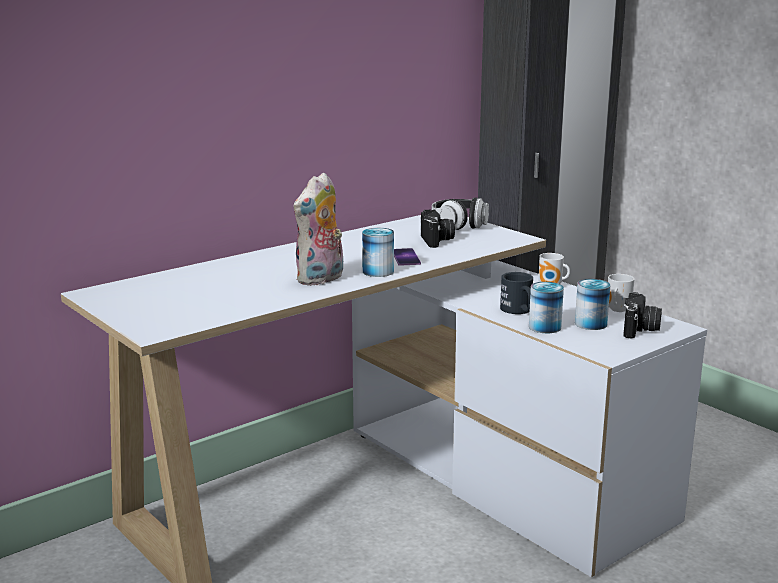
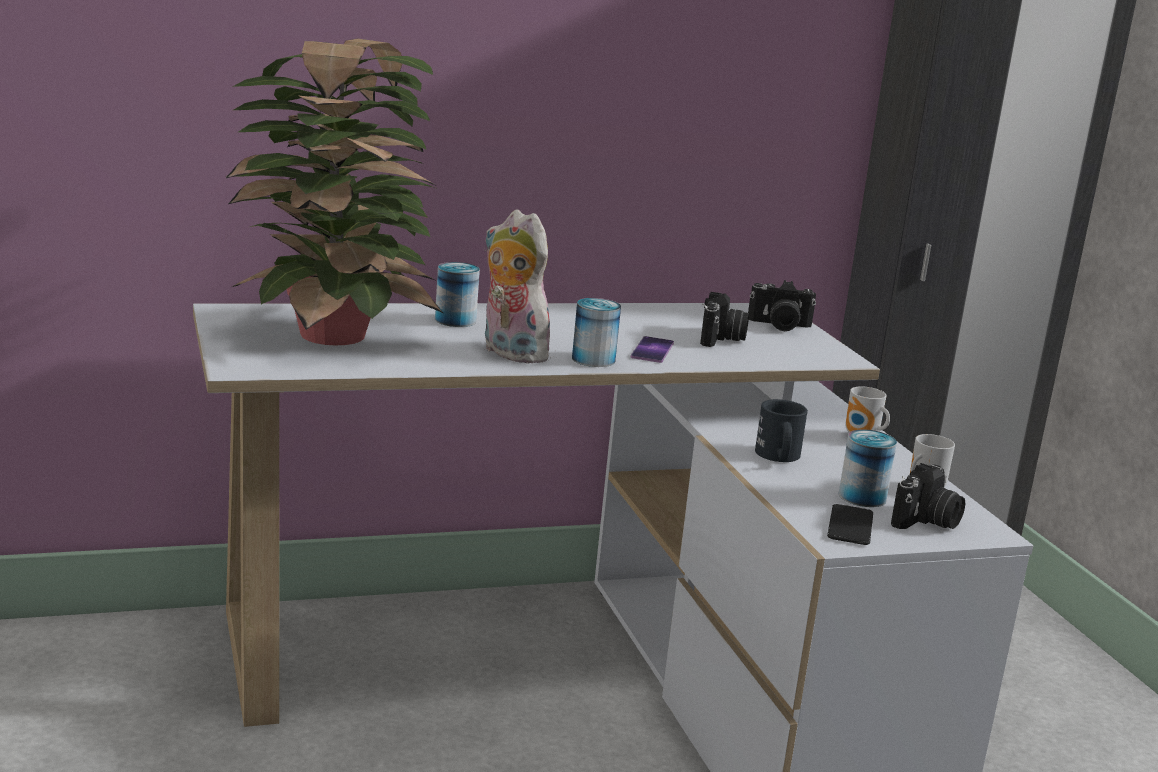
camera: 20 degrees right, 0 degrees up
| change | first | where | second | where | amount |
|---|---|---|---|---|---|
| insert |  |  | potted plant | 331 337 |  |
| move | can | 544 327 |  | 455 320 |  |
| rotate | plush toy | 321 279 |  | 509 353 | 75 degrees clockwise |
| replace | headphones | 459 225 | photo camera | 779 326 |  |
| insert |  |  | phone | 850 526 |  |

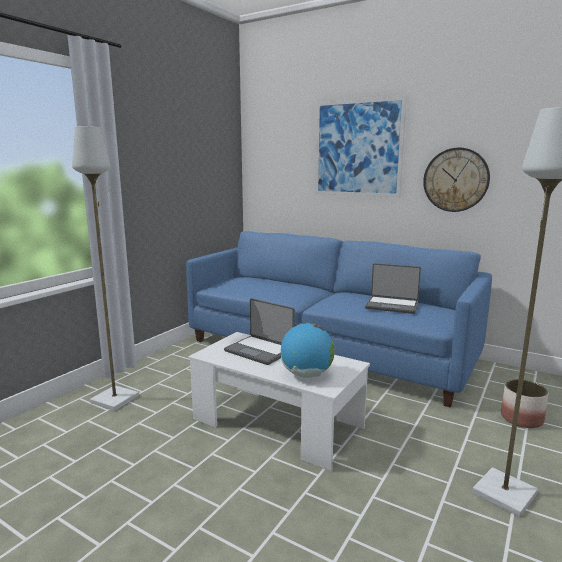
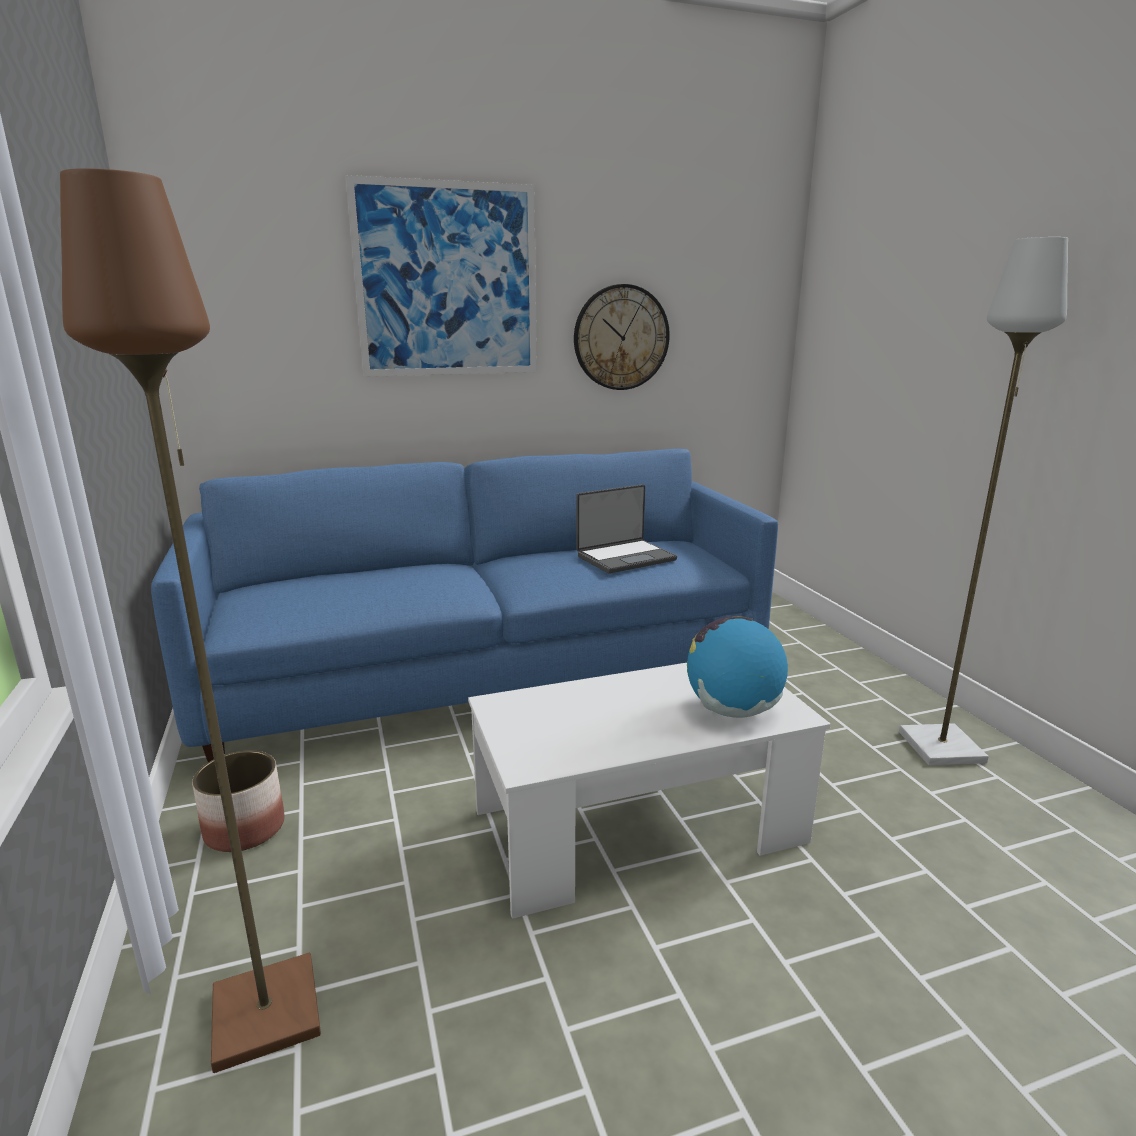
camera: 50 degrees left, 5 degrees up
| change | first | where | second | where | amount |
|---|---|---|---|---|---|
| recolor | grey floor lamp | 116 399 | brown floor lamp | 267 1010 |  |
| move | planter | 522 419 |  | 245 828 |  |
| delete | laptop | 260 350 |  |  |  |

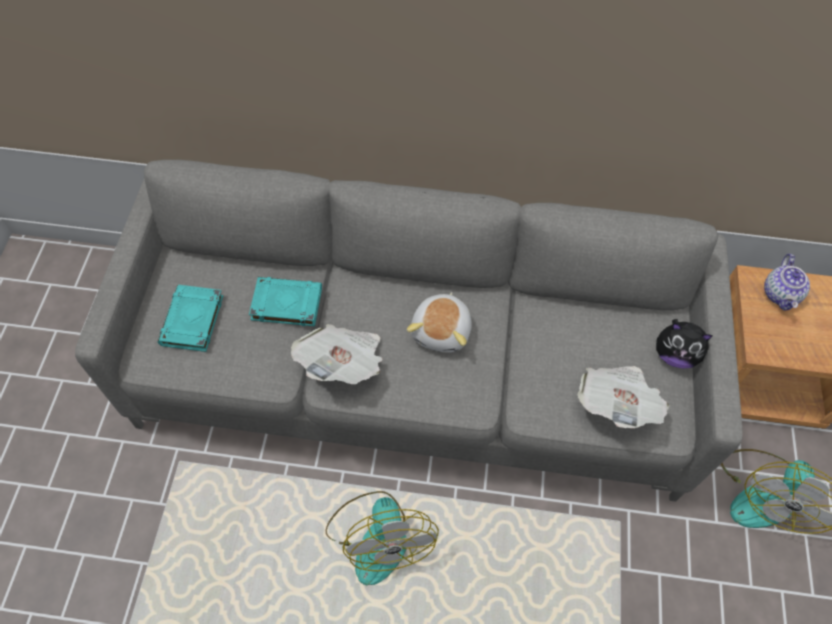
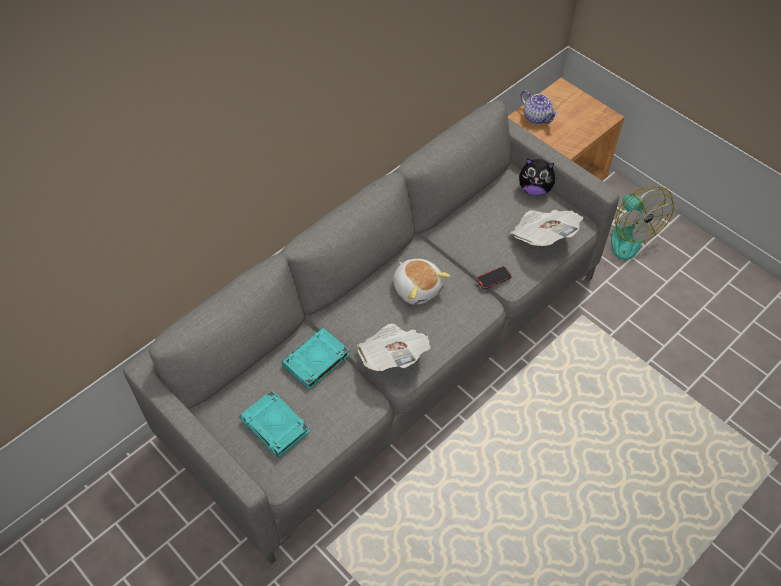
camera: 50 degrees left, 5 degrees down
| change | first | where | second | where | amount |
|---|---|---|---|---|---|
| insert |  |  | phone | 493 278 |  |
| rotate | plush toy | 674 355 |  | 535 189 | 45 degrees clockwise |
| delete | fan | 378 537 |  |  |  |

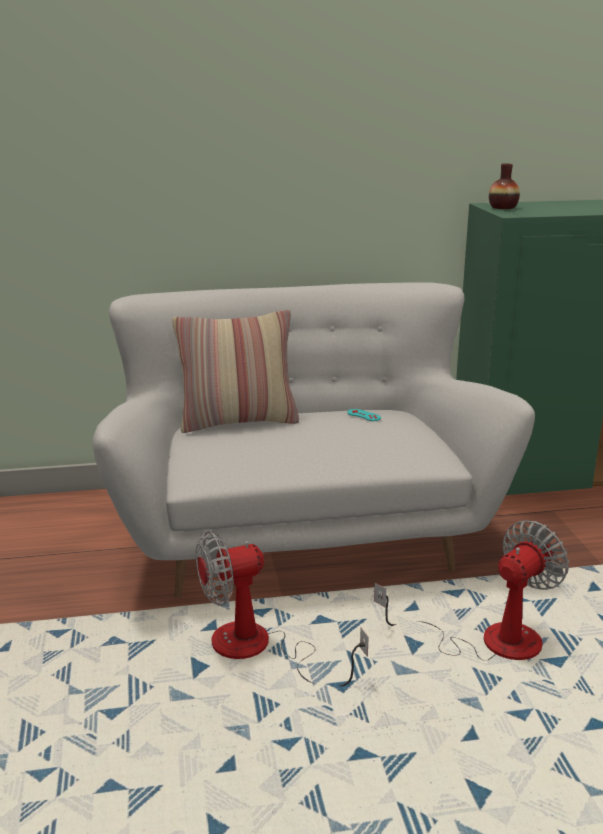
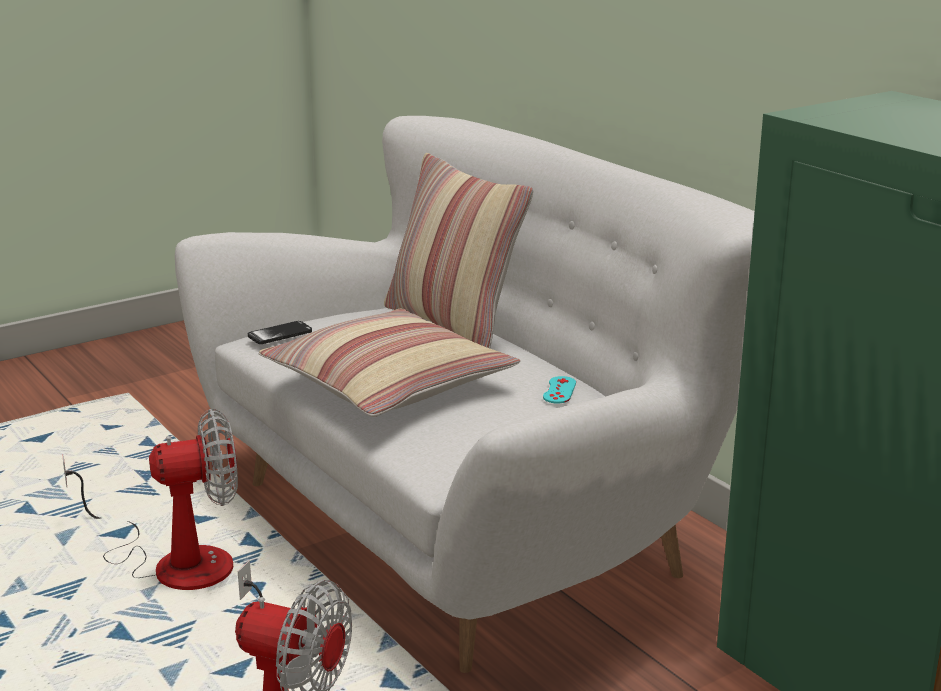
camera: 65 degrees right, 0 degrees up
| change | first | where | second | where | amount |
|---|---|---|---|---|---|
| rotate | fan | 259 649 |  | 173 562 | 120 degrees clockwise |
| insert |  |  | phone | 280 334 |  |
| insert |  |  | pillow | 389 384 |  |
| delete | vase | 503 207 |  |  |  |

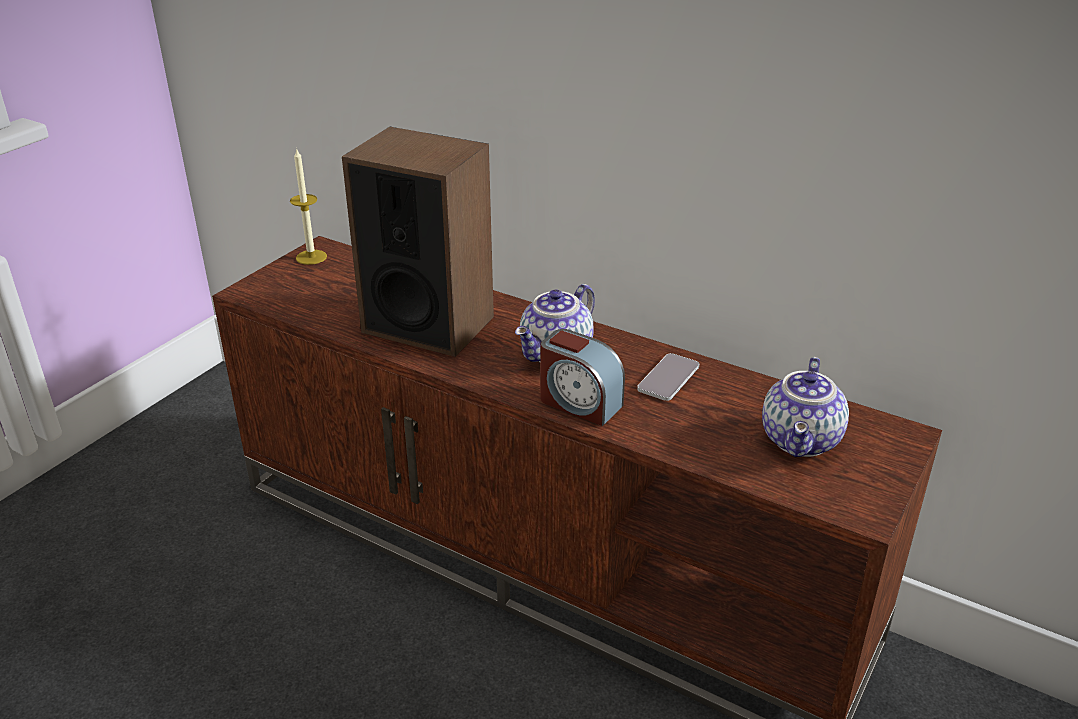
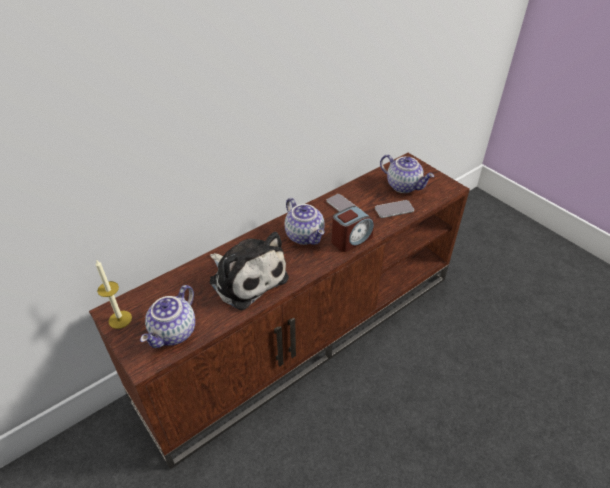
camera: 70 degrees left, 10 degrees up
| change | first | where | second | where | amount |
|---|---|---|---|---|---|
| insert |  |  | teapot | 174 333 |  |
| replace | speaker | 428 324 | plush toy | 246 277 |  |
| insert |  |  | phone | 394 209 |  |

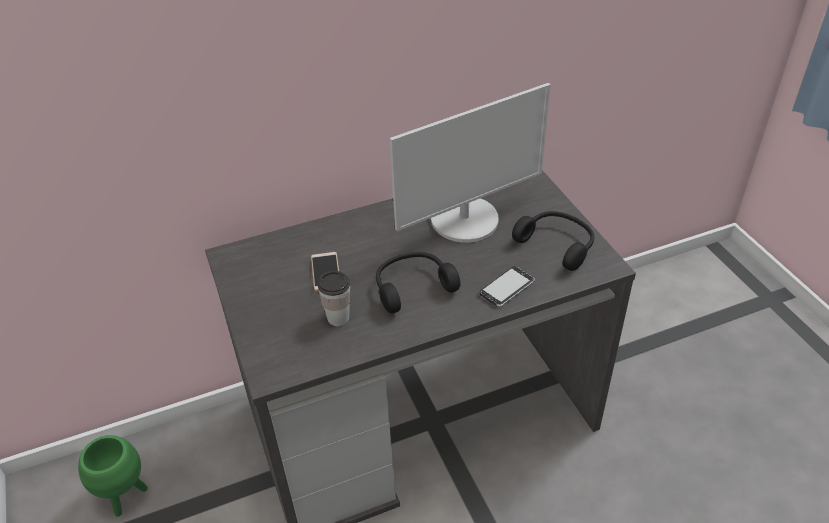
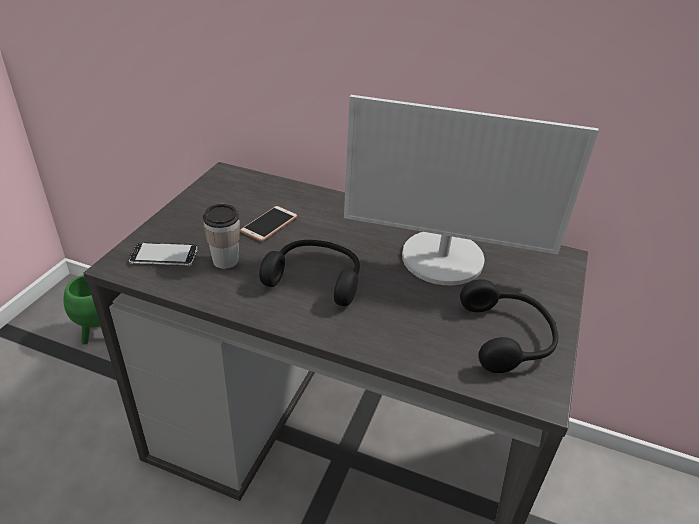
camera: 40 degrees right, 5 degrees down
| change | first | where | second | where | amount |
|---|---|---|---|---|---|
| move | phone | 507 288 |  | 164 256 |  |

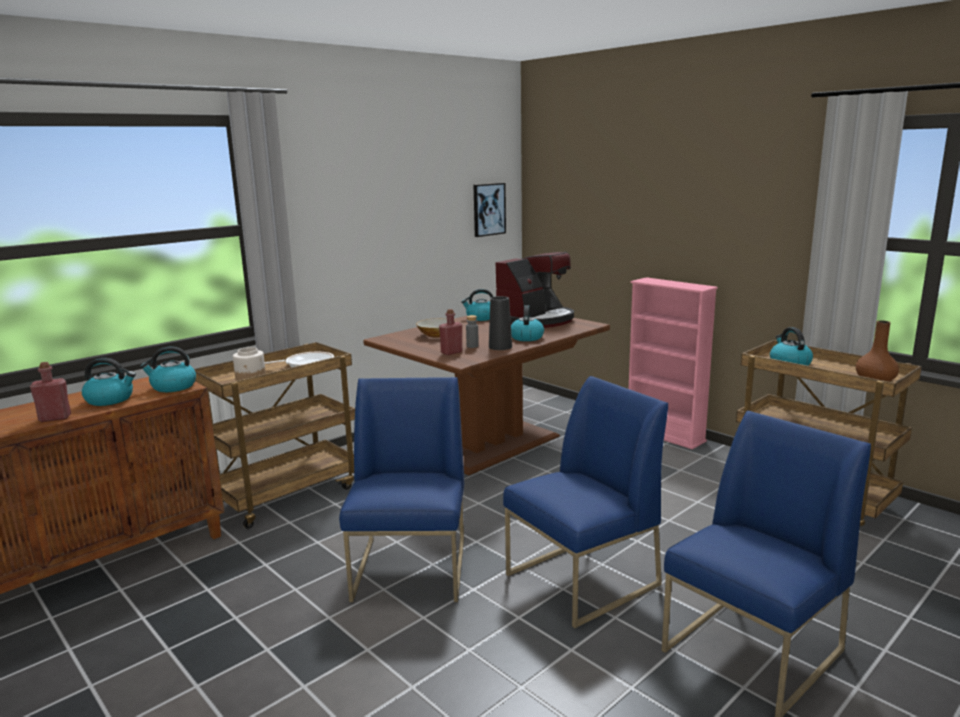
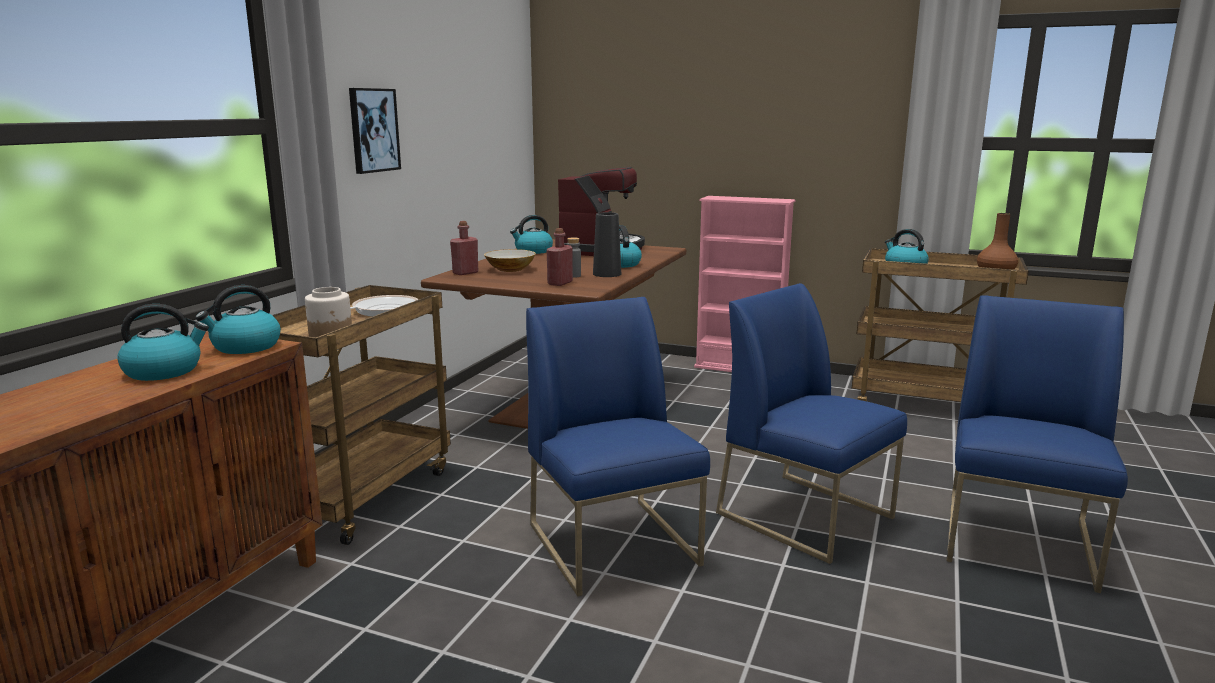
camera: 25 degrees left, 0 degrees up
| change | first | where | second | where | amount |
|---|---|---|---|---|---|
| move | picture | 488 209 |  | 373 130 |  |
| move | red bottle | 55 418 |  | 465 273 |  |
| rotate | blue chair | 582 580 |  | 806 515 | 75 degrees counterclockwise |

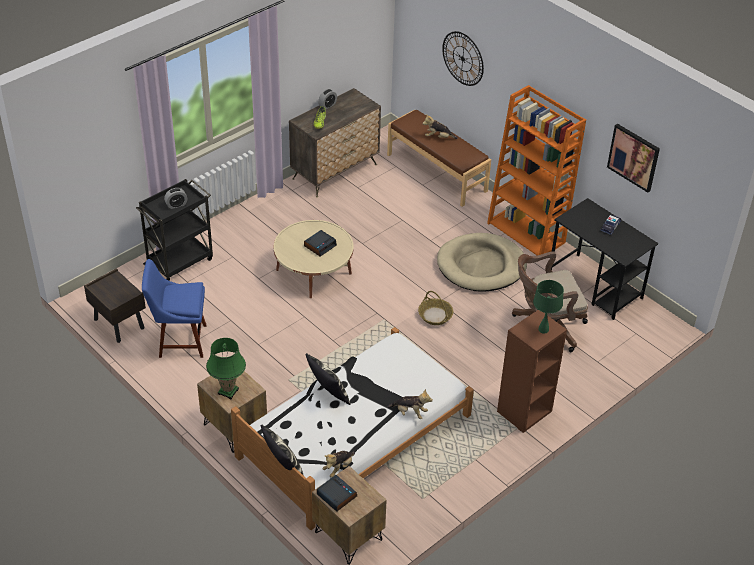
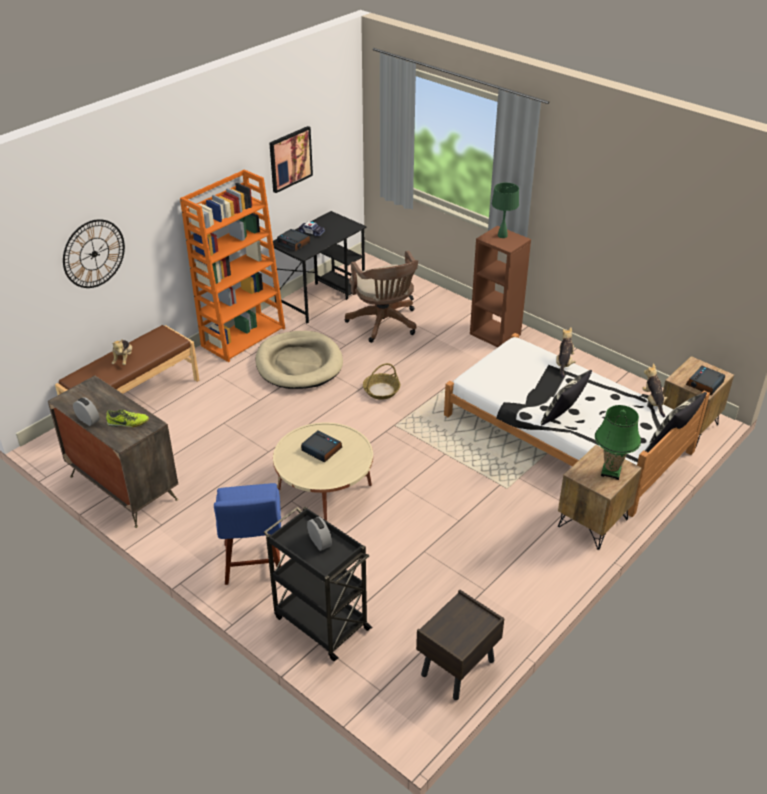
camera: 95 degrees left, 5 degrees down
| change | first | where | second | where | amount |
|---|---|---|---|---|---|
| move | blue chair | 179 341 |  | 253 564 |  |
| insert |  |  | alarm clock | 294 243 |  |
| rotate | plush toy | 338 467 |  | 653 402 | 135 degrees counterclockwise |

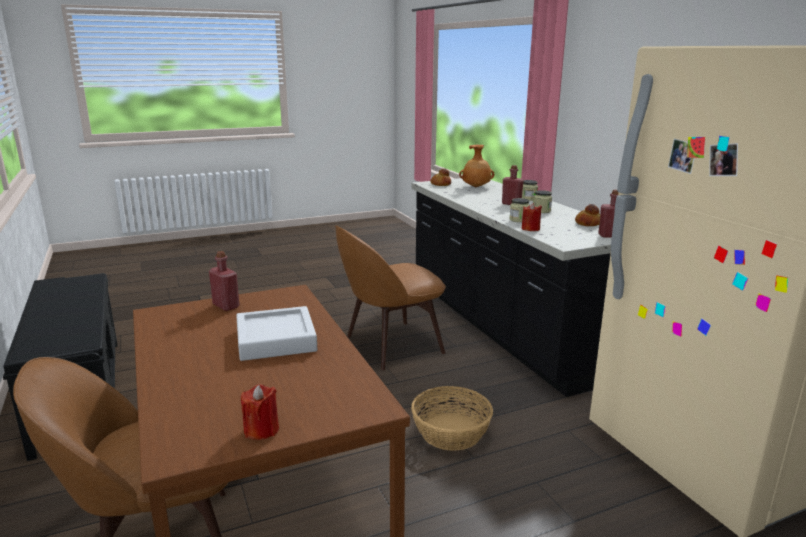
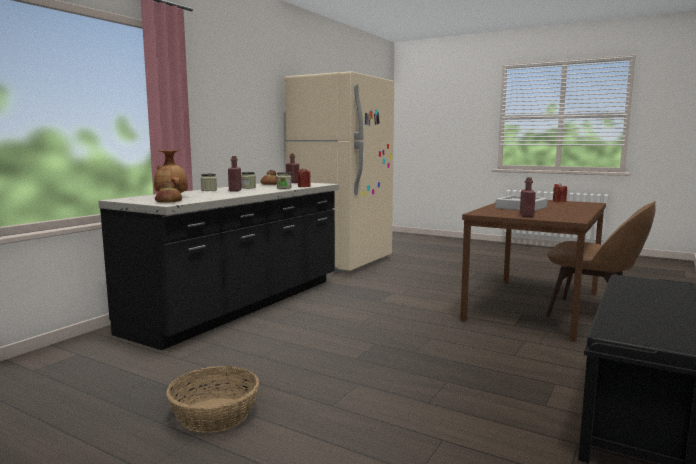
camera: 125 degrees left, 10 degrees down
| change | first | where | second | where | amount |
|---|---|---|---|---|---|
| move | basket | 451 432 |  | 215 414 |  |
| delete | brown chair | 390 345 |  |  |  |

